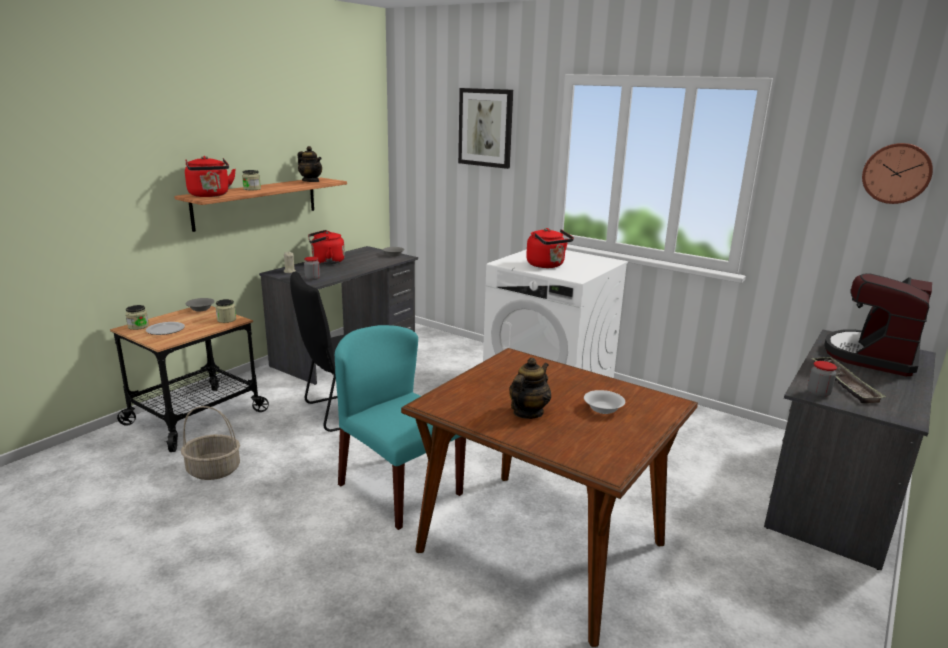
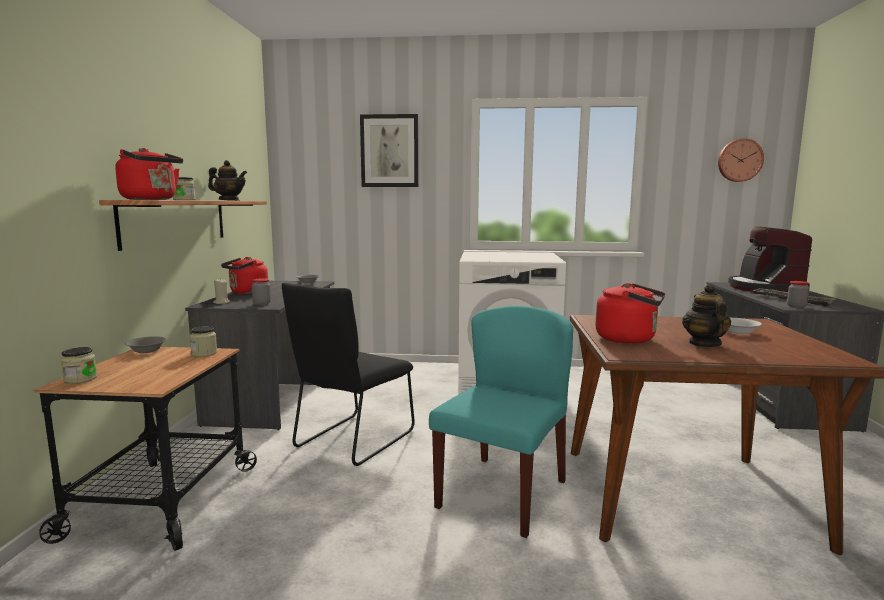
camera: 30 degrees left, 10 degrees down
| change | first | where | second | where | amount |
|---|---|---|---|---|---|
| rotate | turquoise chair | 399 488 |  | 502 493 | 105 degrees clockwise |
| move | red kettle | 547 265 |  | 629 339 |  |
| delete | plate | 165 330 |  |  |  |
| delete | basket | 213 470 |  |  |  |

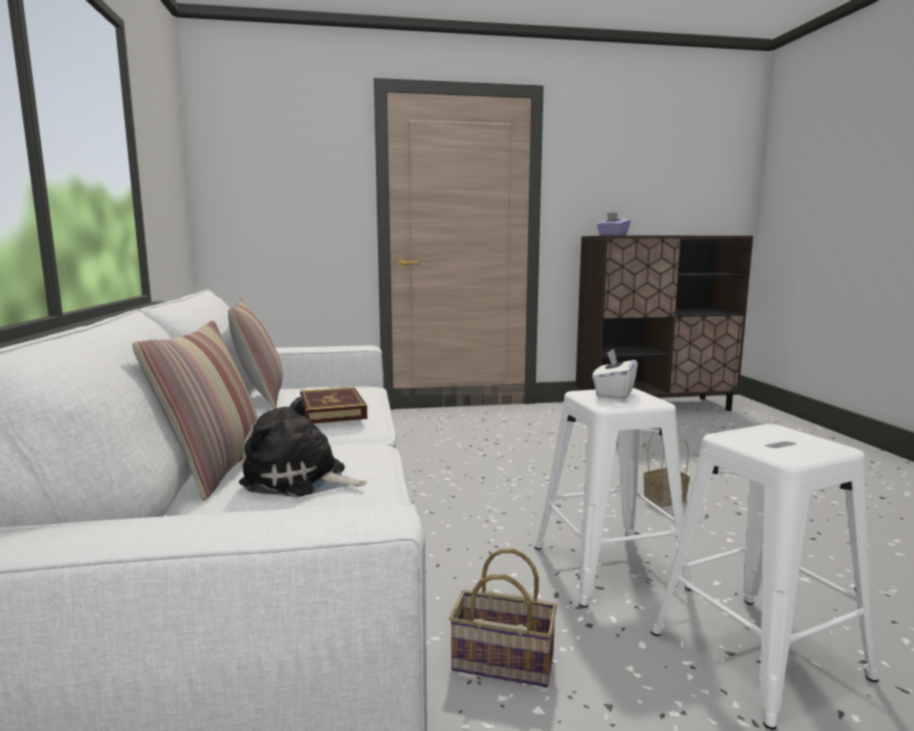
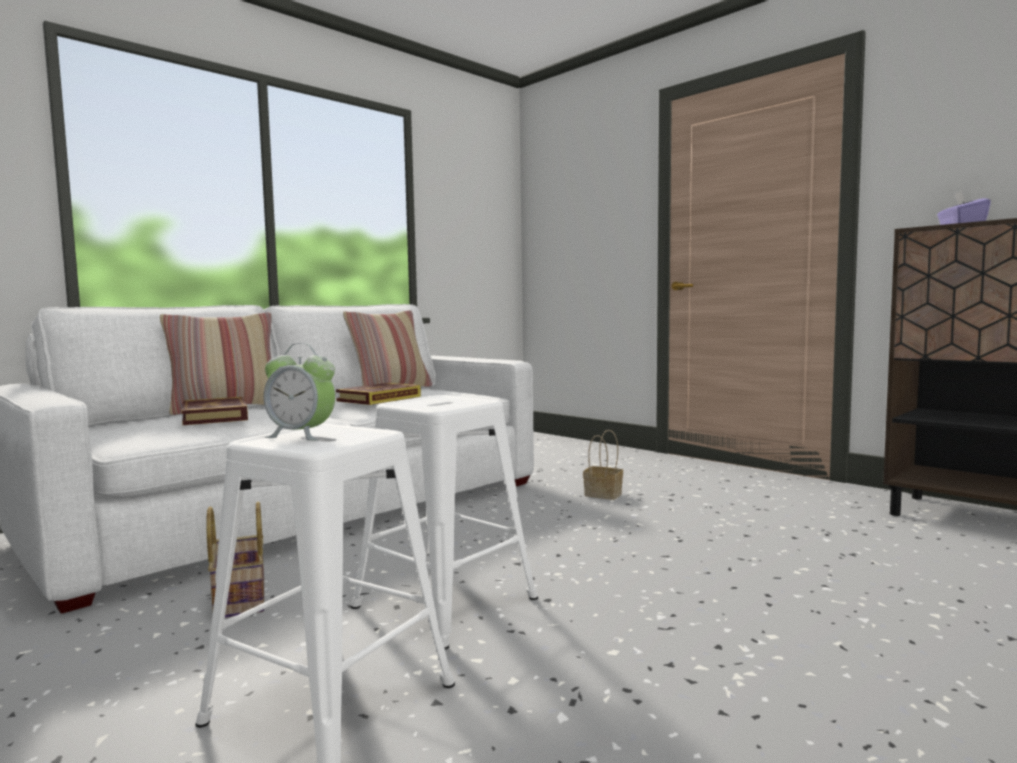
camera: 55 degrees right, 5 degrees down
| change | first | where | second | where | amount |
|---|---|---|---|---|---|
| replace | plush toy | 299 480 | book | 214 416 |  |
| insert |  |  | alarm clock | 301 436 |  |
| move | basket | 665 499 |  | 604 494 |  |
| delete | white tissue box | 614 394 |  |  |  |

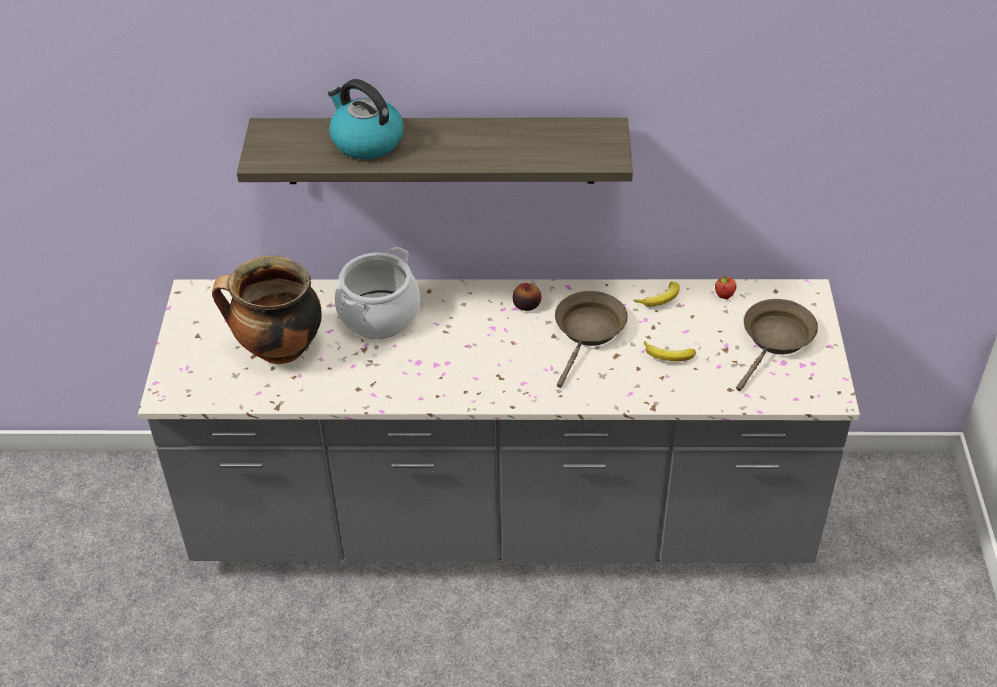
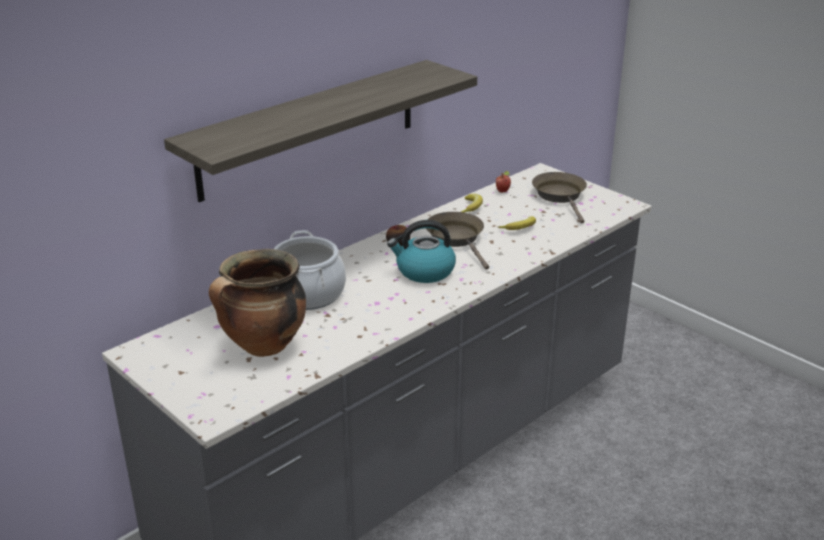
camera: 45 degrees left, 15 degrees down
| change | first | where | second | where | amount |
|---|---|---|---|---|---|
| move | kettle | 366 141 |  | 424 271 |  |

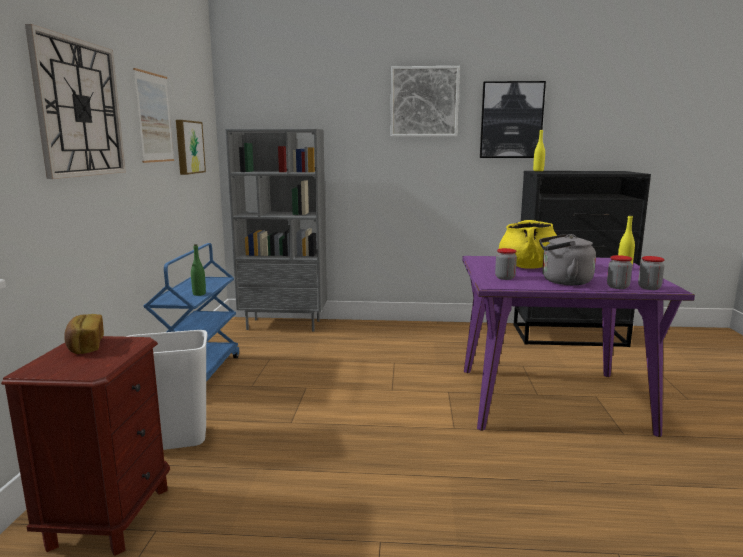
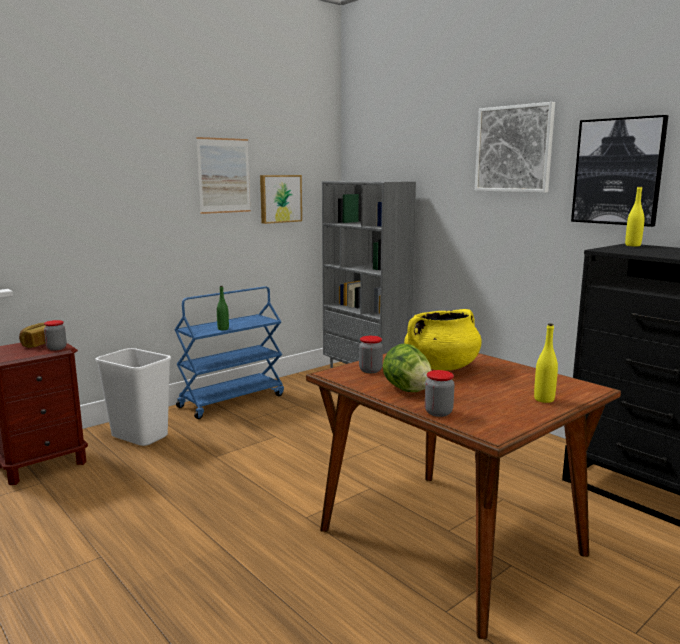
camera: 45 degrees right, 0 degrees up
| change | first | where | second | where | amount |
|---|---|---|---|---|---|
| move | jar | 649 288 |  | 56 348 |  |
| recolor | purple dining table | 549 399 | brown dining table | 449 541 |  |
| replace | grey kettle | 563 281 | lettuce | 407 390 |  |
| delete | wall clock | 79 108 |  |  |  |

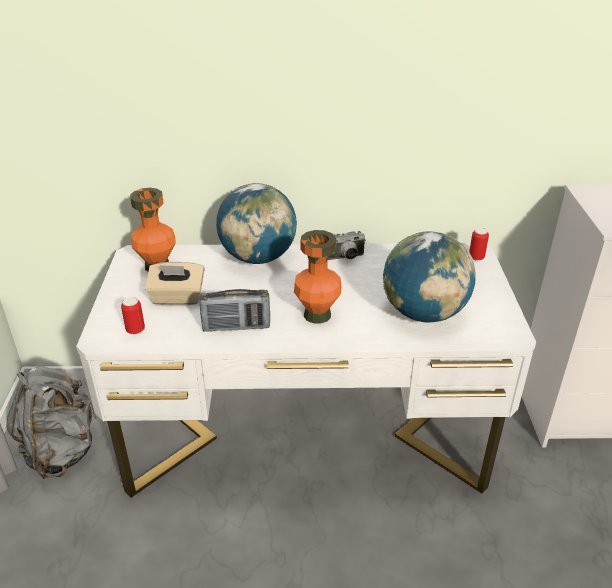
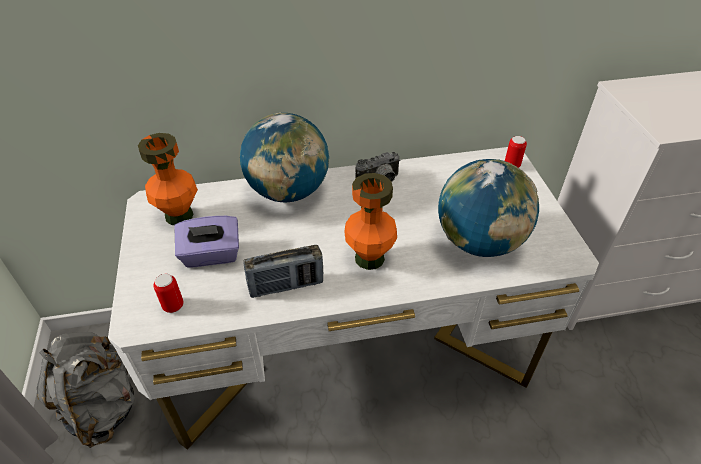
camera: 10 degrees left, 10 degrees up
| change | first | where | second | where | amount |
|---|---|---|---|---|---|
| recolor | beige tissue box | 177 298 | purple tissue box | 211 255 |  |

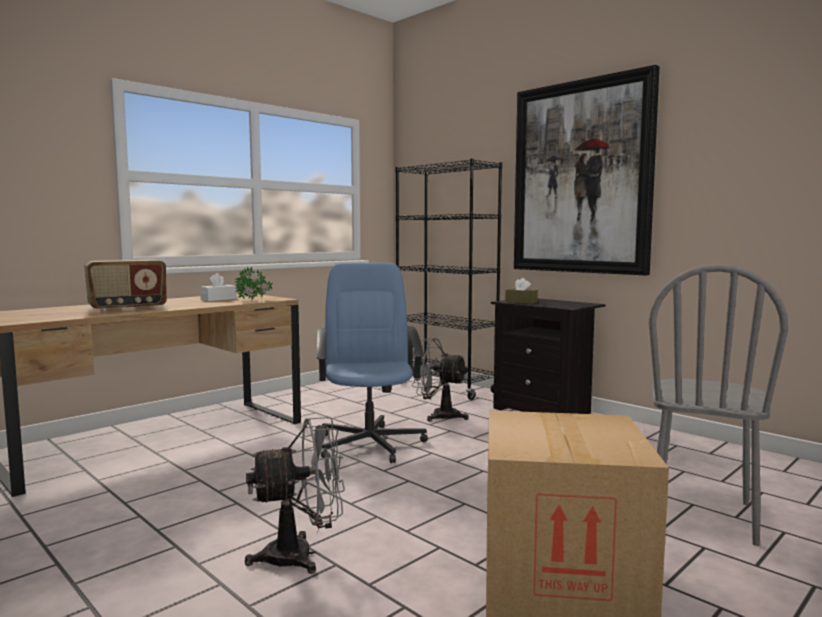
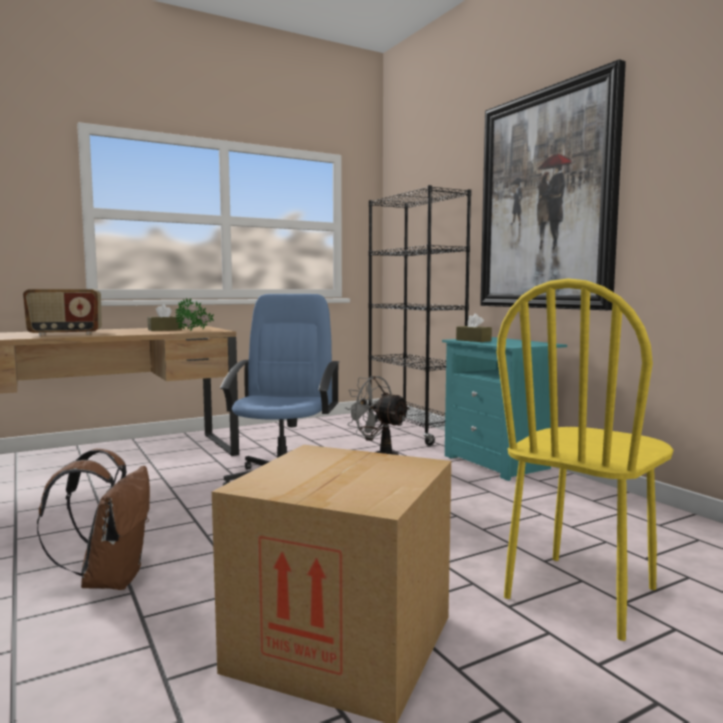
camera: 15 degrees right, 0 degrees up
| change | first | where | second | where | amount |
|---|---|---|---|---|---|
| replace | grey fan | 301 555 | brown backpack | 110 579 |  |
| recolor | white tissue box | 218 299 | brown tissue box | 165 330 |  |
| recolor | black nightstand | 545 411 | turquoise nightstand | 499 463 |  |
| recolor | grey chair | 701 514 | yellow chair | 582 593 |  |

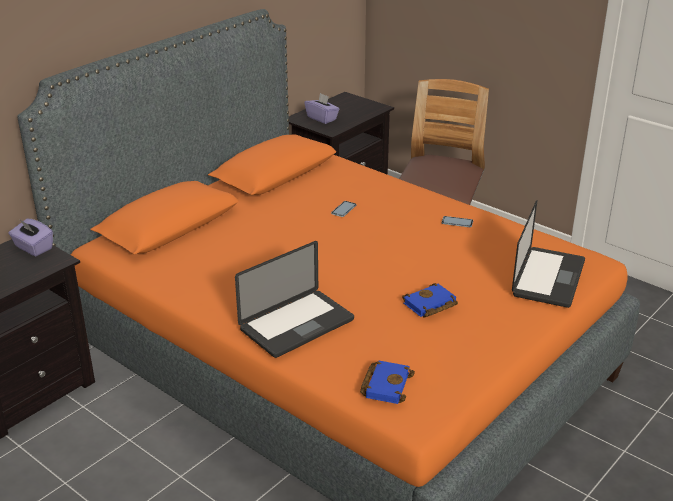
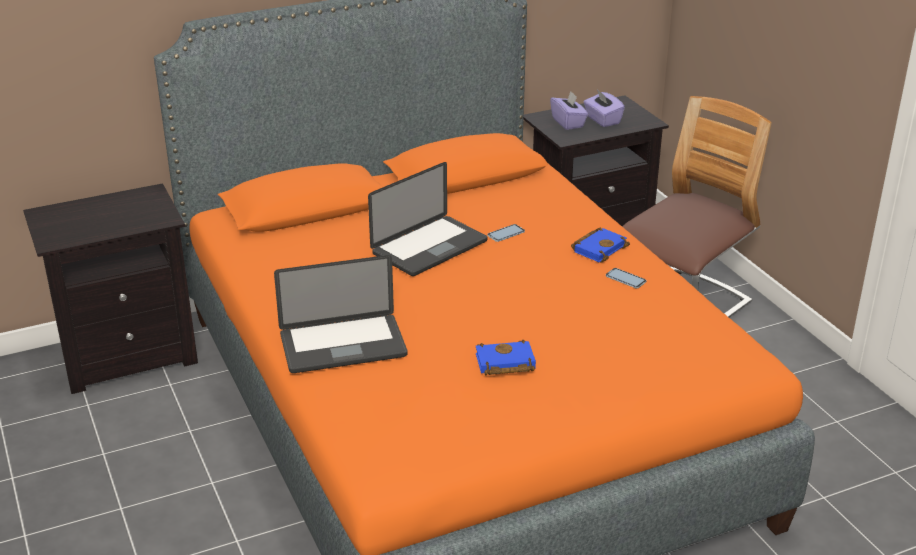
camera: 25 degrees right, 0 degrees up
| change | first | where | second | where | amount |
|---|---|---|---|---|---|
| move | laptop | 548 278 |  | 429 247 |  |
| move | blue book | 385 384 |  | 599 248 |  |
| move | purple tissue box | 33 248 |  | 602 120 |  |

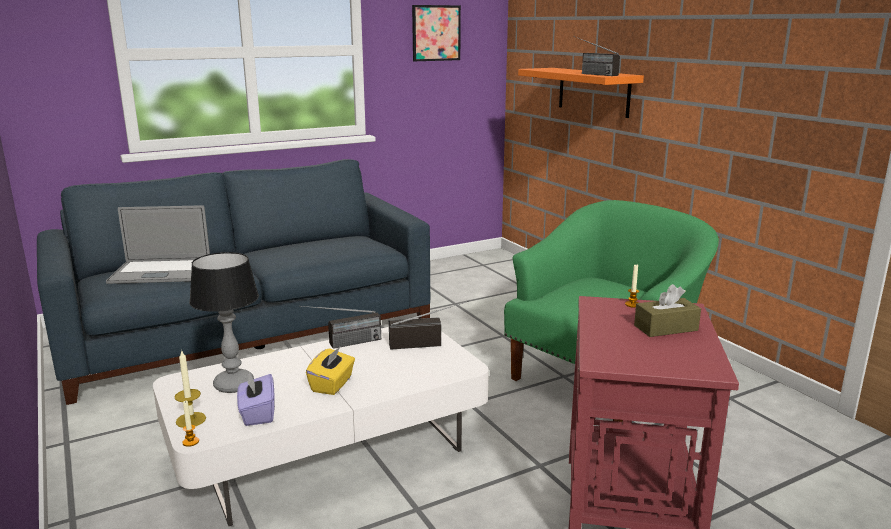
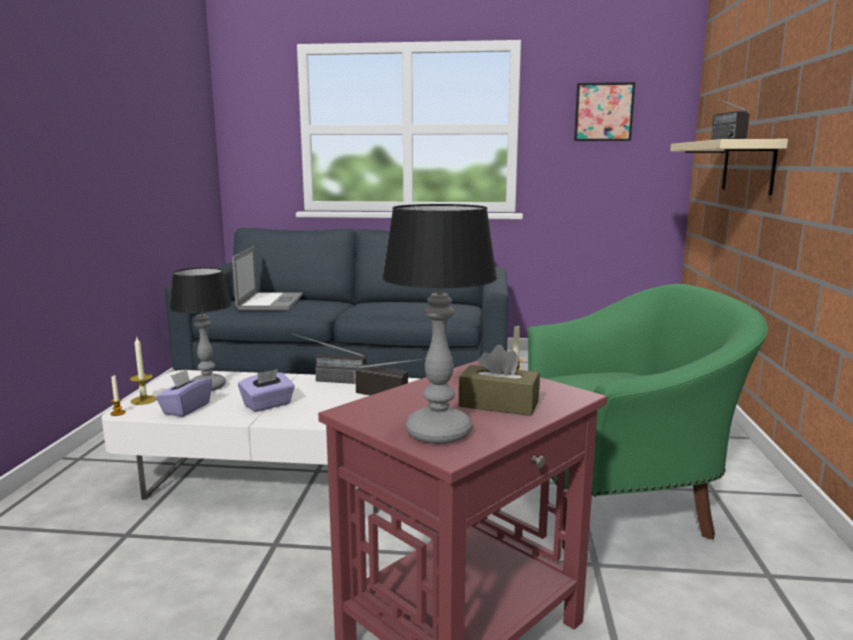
camera: 35 degrees right, 5 degrees down
| change | first | where | second | where | amount |
|---|---|---|---|---|---|
| rotate | laptop | 160 272 |  | 271 302 | 120 degrees counterclockwise |
| recolor | yellow tissue box | 332 384 | purple tissue box | 268 405 |  |
| insert |  |  | table lamp | 439 432 |  |
| recolor | orange shelf | 593 91 | beige shelf | 748 167 |  |

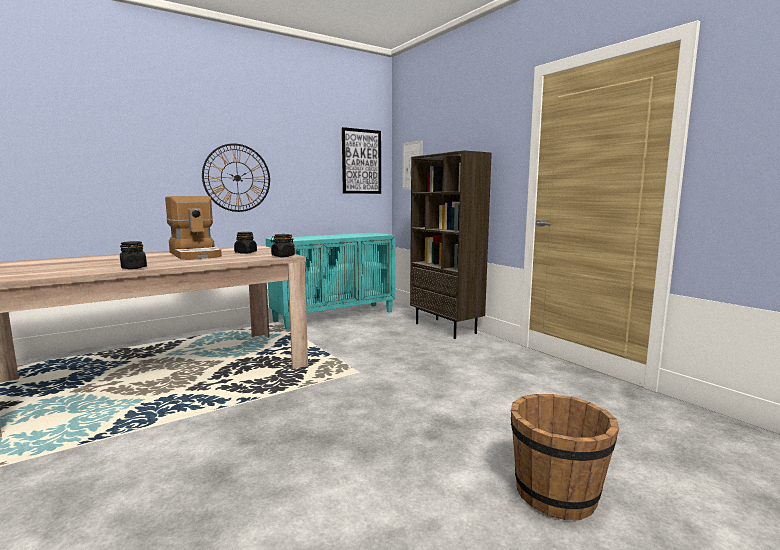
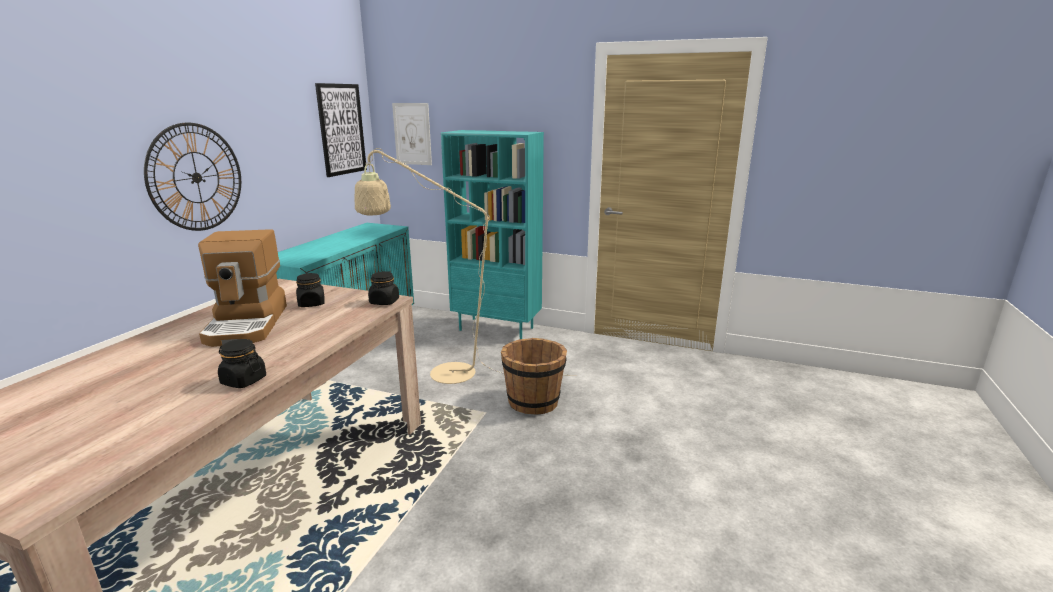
camera: 35 degrees left, 10 degrees up
| change | first | where | second | where | amount |
|---|---|---|---|---|---|
| rotate | coffee machine | 196 254 |  | 248 324 | 60 degrees clockwise |
| insert |  |  | beige floor lamp | 440 372 |  |
| recolor | brown bookcase | 446 328 | turquoise bookcase | 497 329 |  |
| move | brown bucket | 556 494 |  | 533 401 |  |

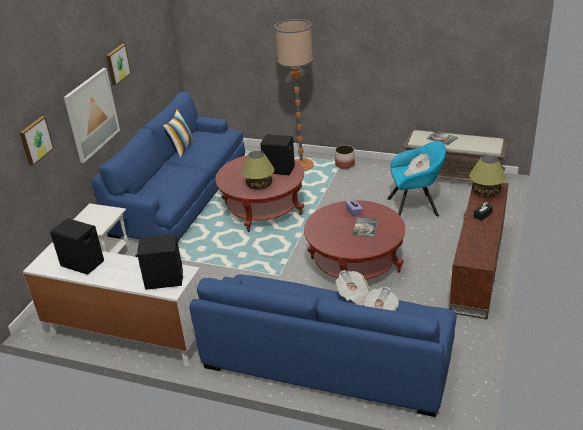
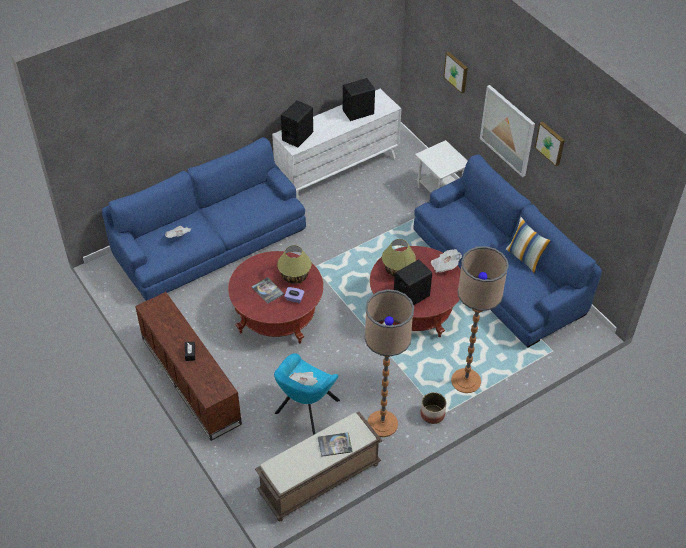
camera: 125 degrees right, 15 degrees up
| change | first | where | second | where | amount |
|---|---|---|---|---|---|
| move | table lamp | 485 192 |  | 295 276 |  |
| insert |  |  | floor lamp | 382 424 |  |
| move | newspaper | 353 295 |  | 445 266 |  |

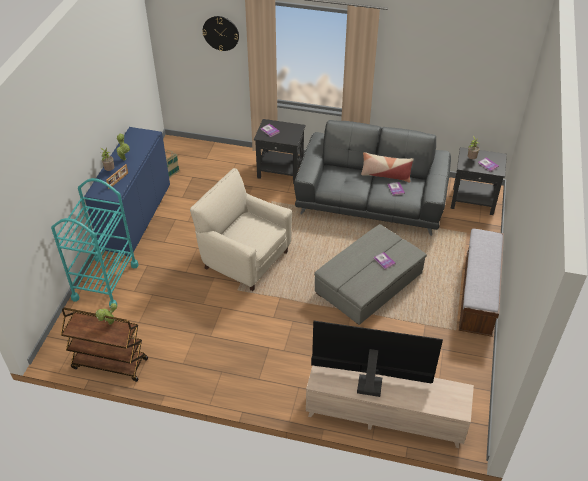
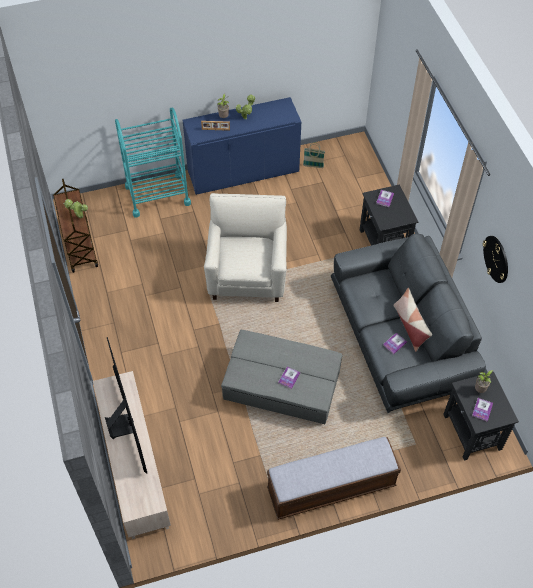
camera: 60 degrees right, 10 degrees up
| change | first | where | second | where | amount |
|---|---|---|---|---|---|
| move | wall clock | 221 33 |  | 496 259 |  |

